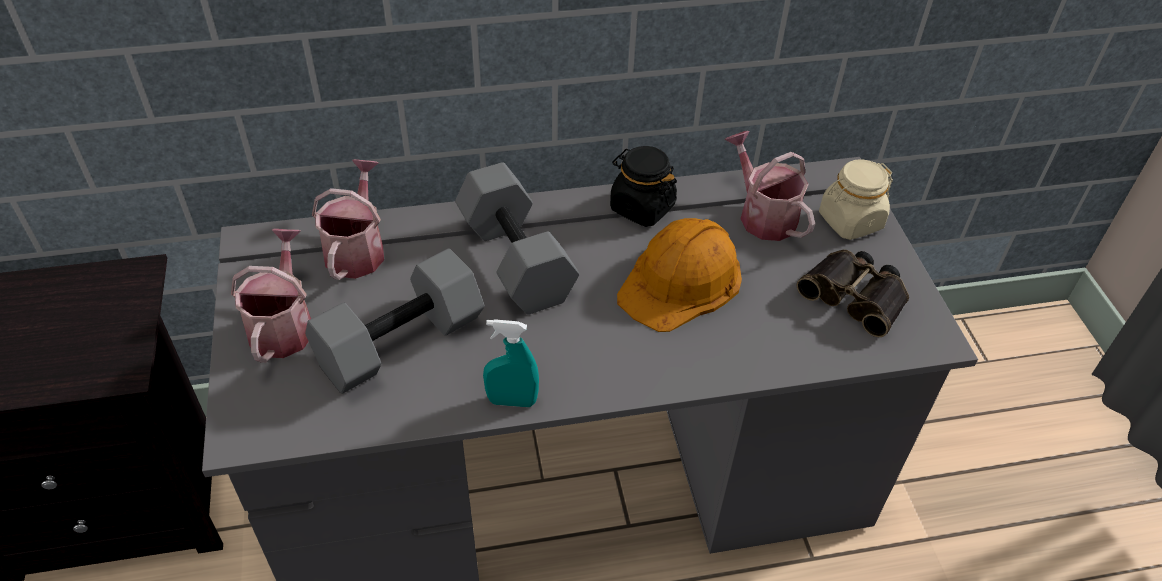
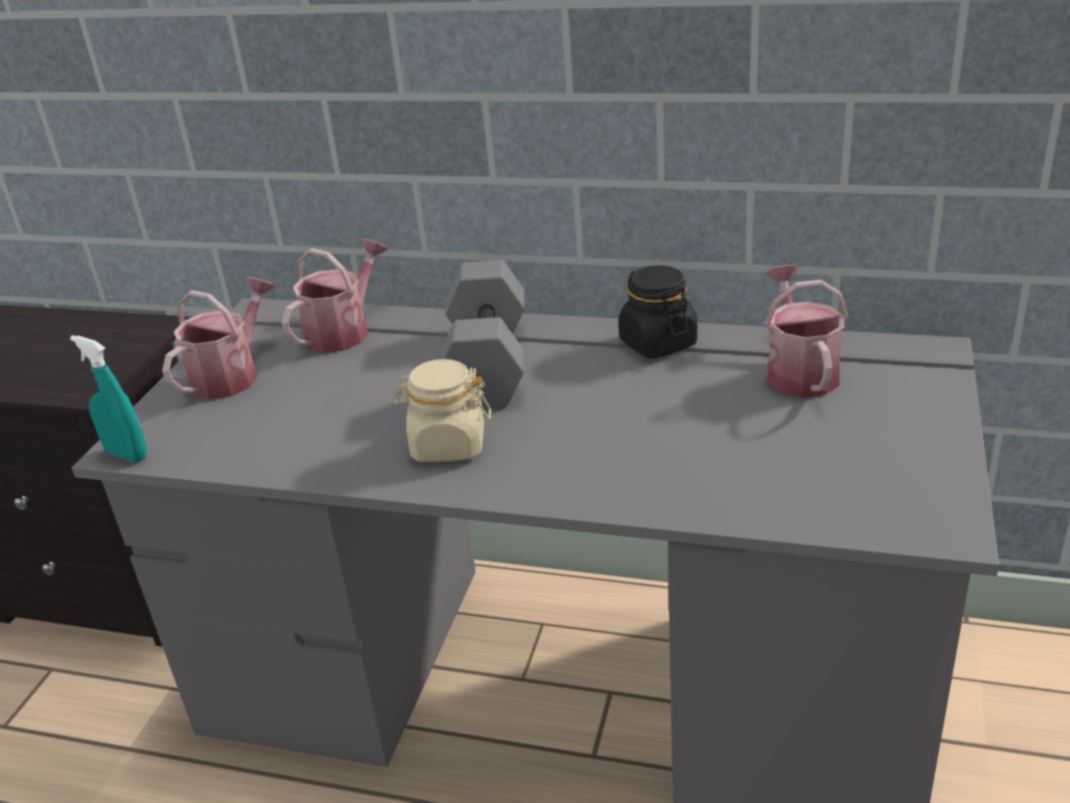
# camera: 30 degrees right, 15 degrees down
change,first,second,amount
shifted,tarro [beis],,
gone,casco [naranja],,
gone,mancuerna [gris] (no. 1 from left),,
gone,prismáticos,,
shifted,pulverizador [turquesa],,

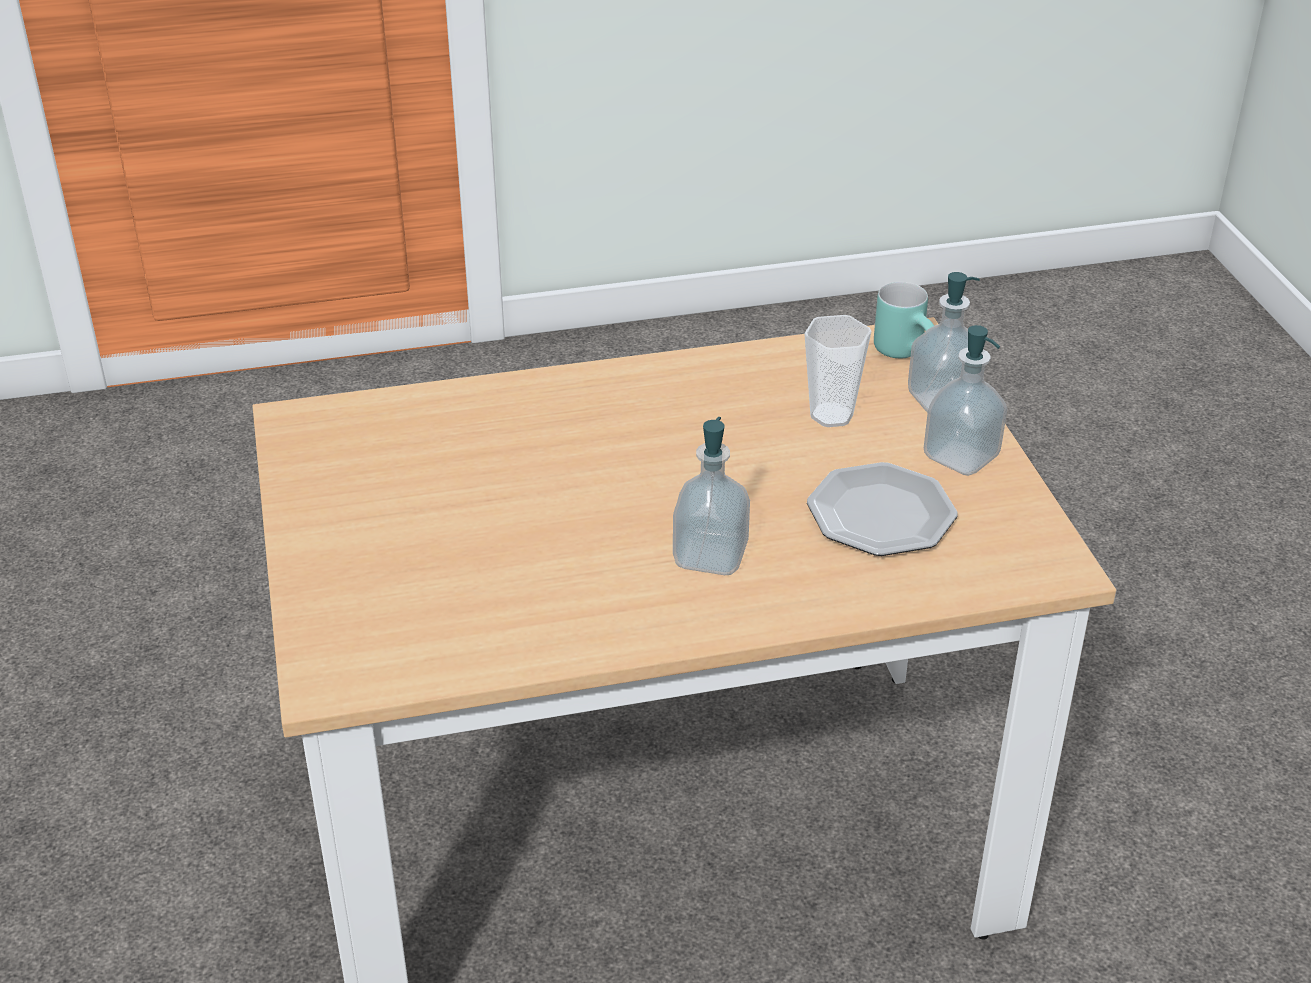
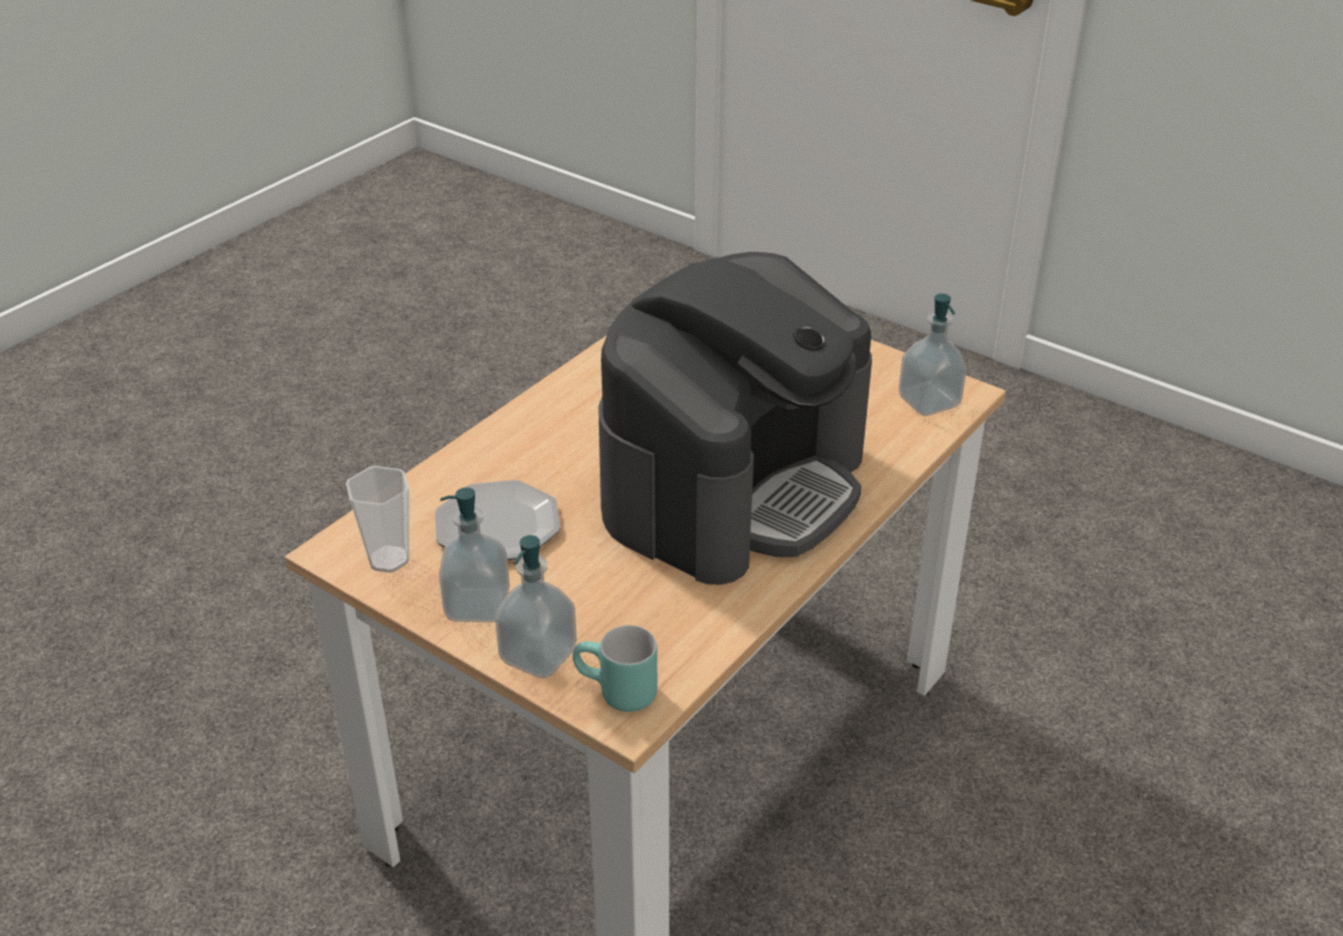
# camera: 140 degrees right, 0 degrees up
change,first,second,amount
shifted,taza,,
shifted,dispensador de jabón (no. 1 from left in the first image),dispensador de jabón (no. 3 from left),
new,,cafetera,

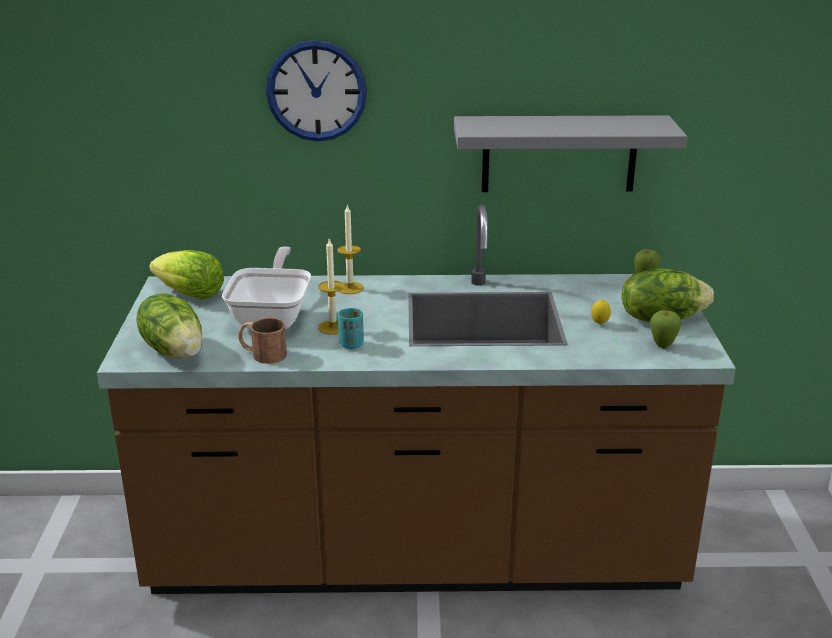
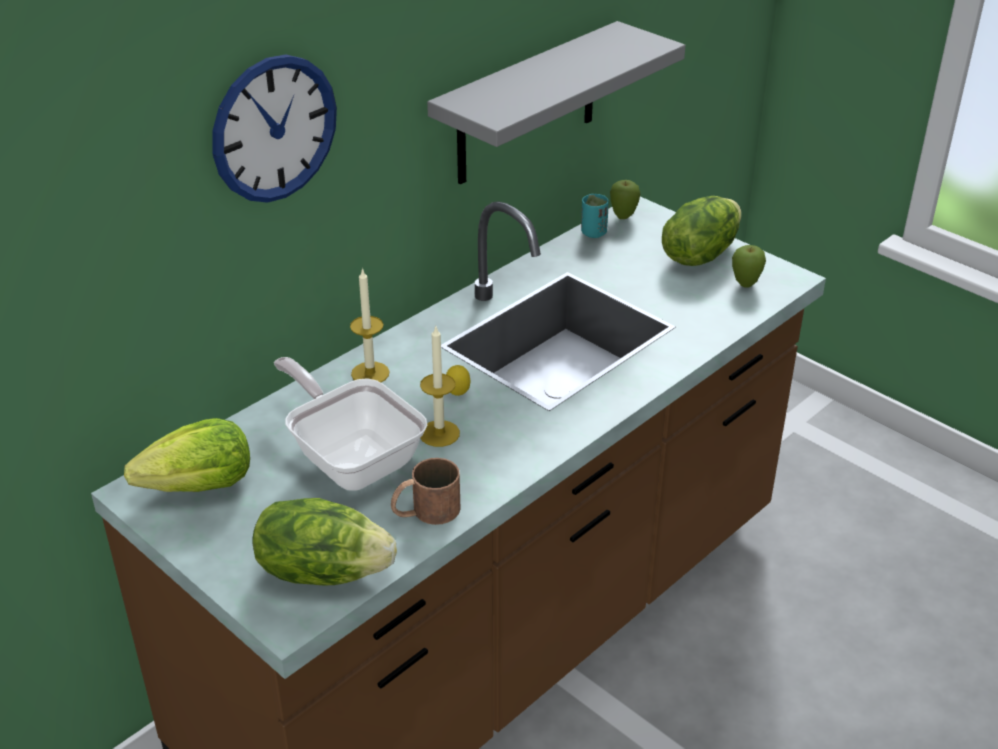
# camera: 45 degrees left, 10 degrees up
change,first,second,amount
shifted,limón,,
shifted,taza [turquesa],,

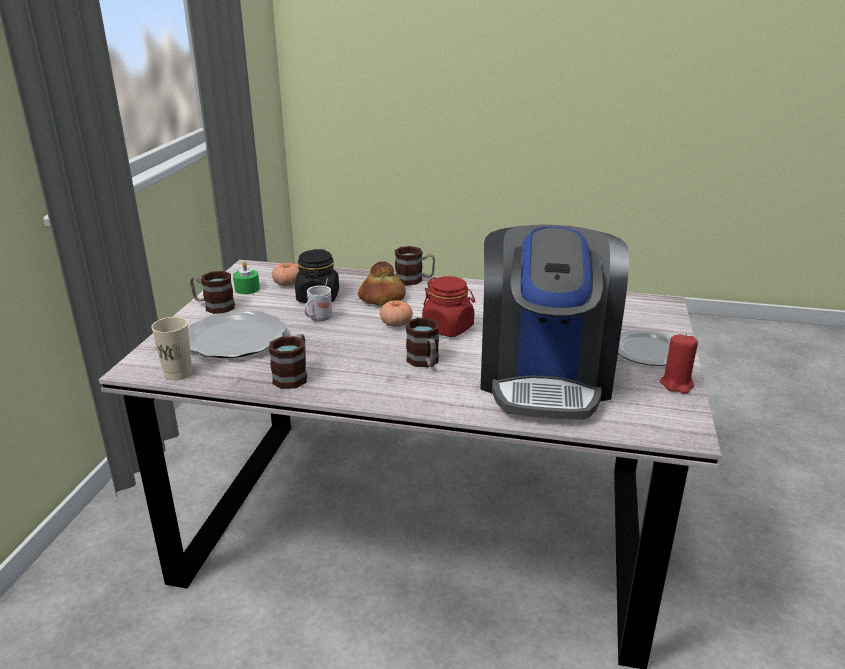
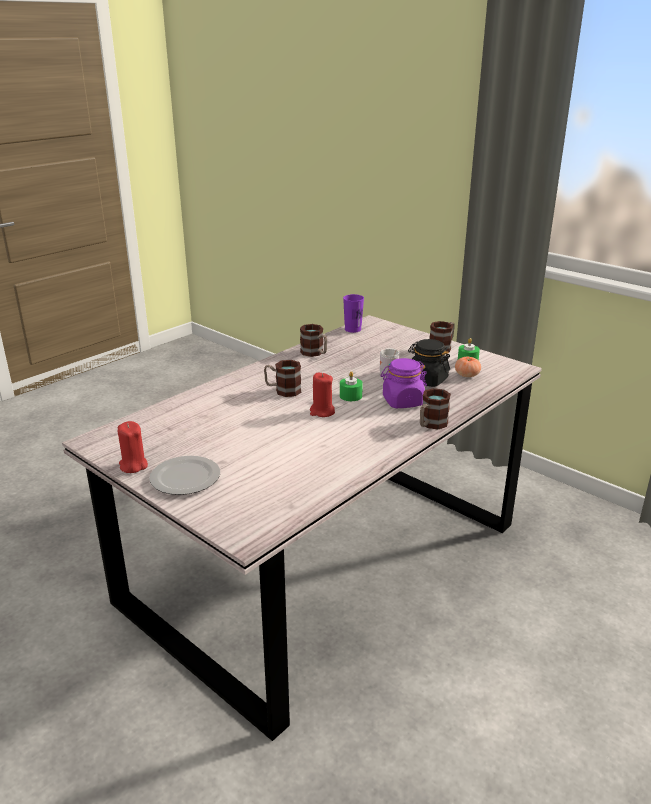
# camera: 120 degrees right, 0 degrees up
change,first,second,amount
gone,cafetera,,
swapped,pan,tarro [morado],
swapped,tarro [rojo],vela [rojo] (no. 2 from left),
swapped,tomate (no. 2 from left),vela [verde] (no. 1 from left),
gone,plato (no. 1 from left),,
repainted,taza [beis],taza [morado],

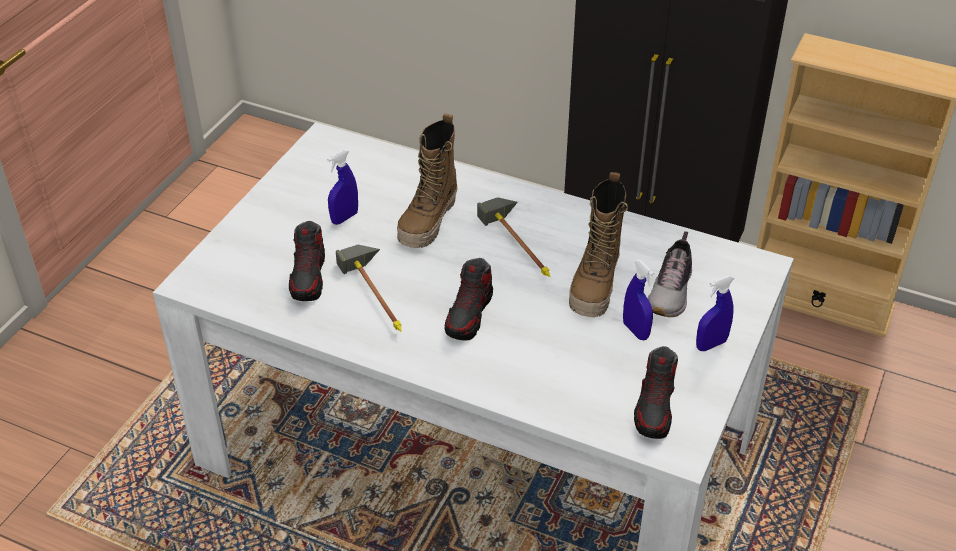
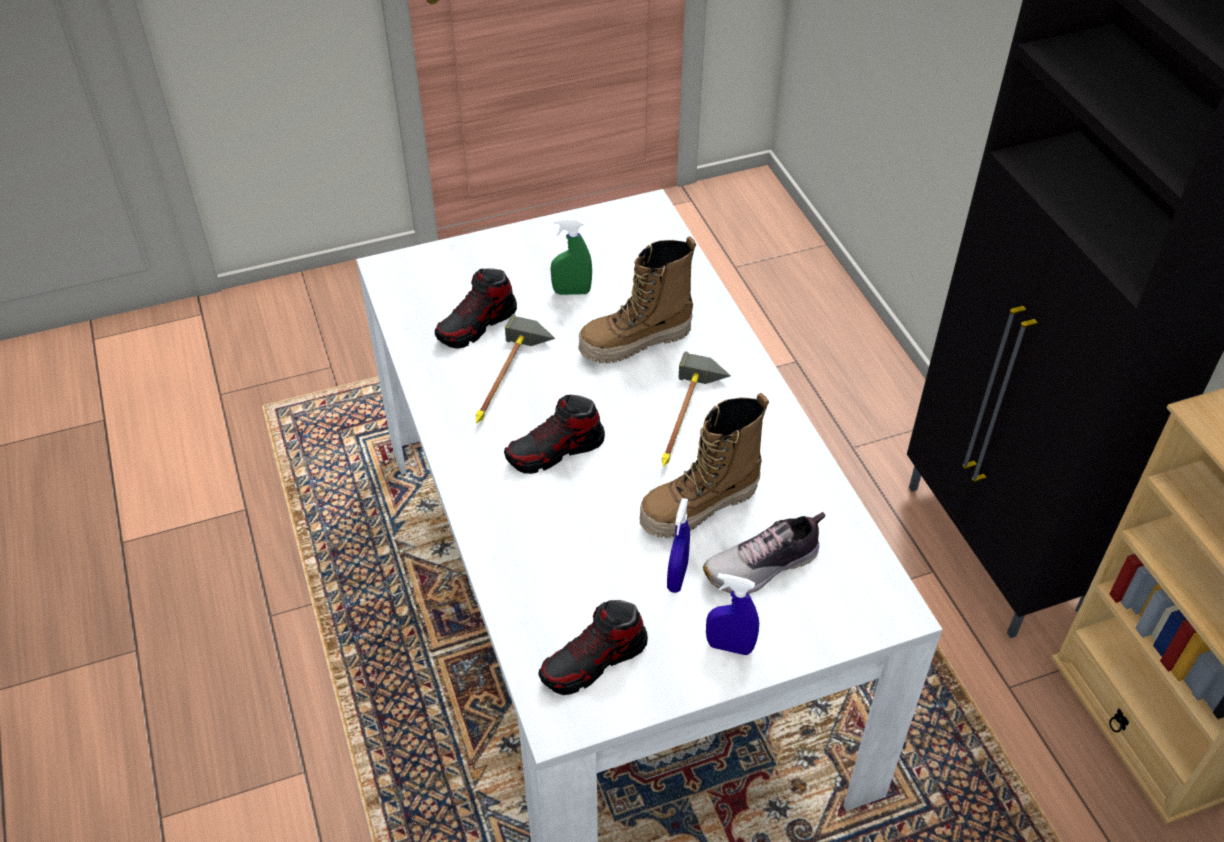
# camera: 45 degrees right, 5 degrees up
change,first,second,amount
repainted,pulverizador [azul] (no. 1 from left),pulverizador [verde],

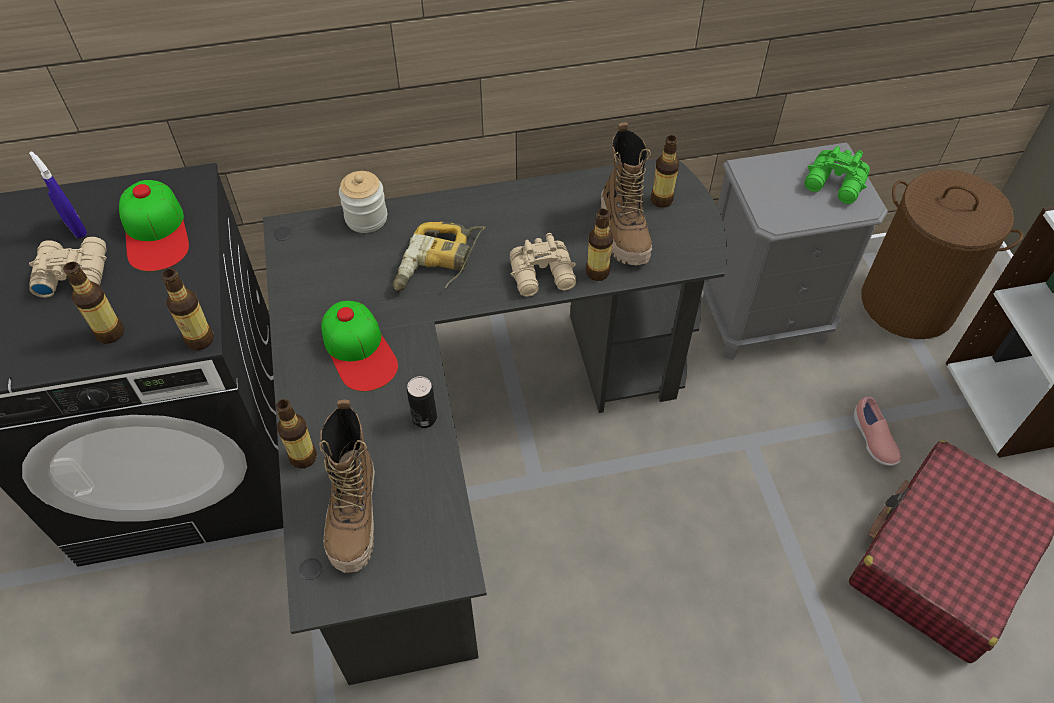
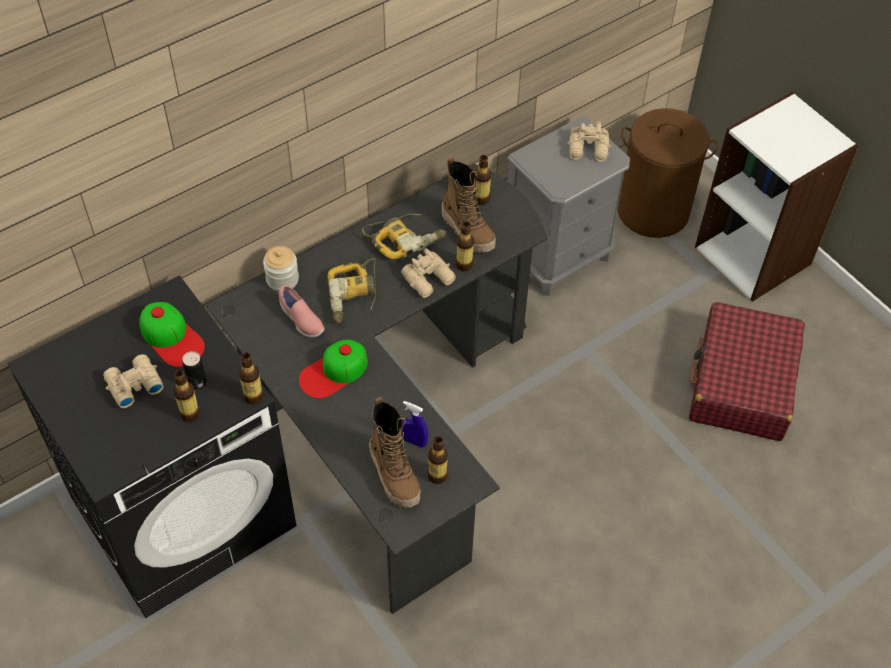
# camera: 25 degrees left, 0 degrees up
change,first,second,amount
repainted,prismáticos [verde],prismáticos [beis] (no. 3 from left),
shifted,pulverizador [azul],,
rotated,gorra (no. 2 from left),,105 degrees clockwise
shifted,lata,,
shifted,zapato [rosa],,
shifted,botella (no. 3 from left),,
new,,taladro (no. 2 from left),

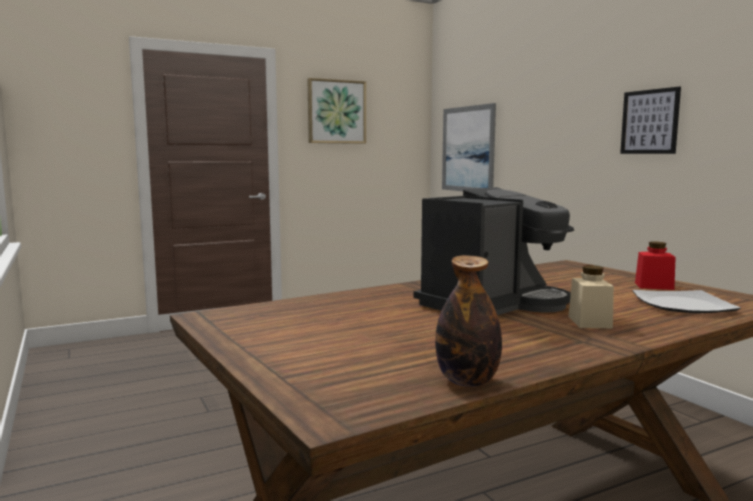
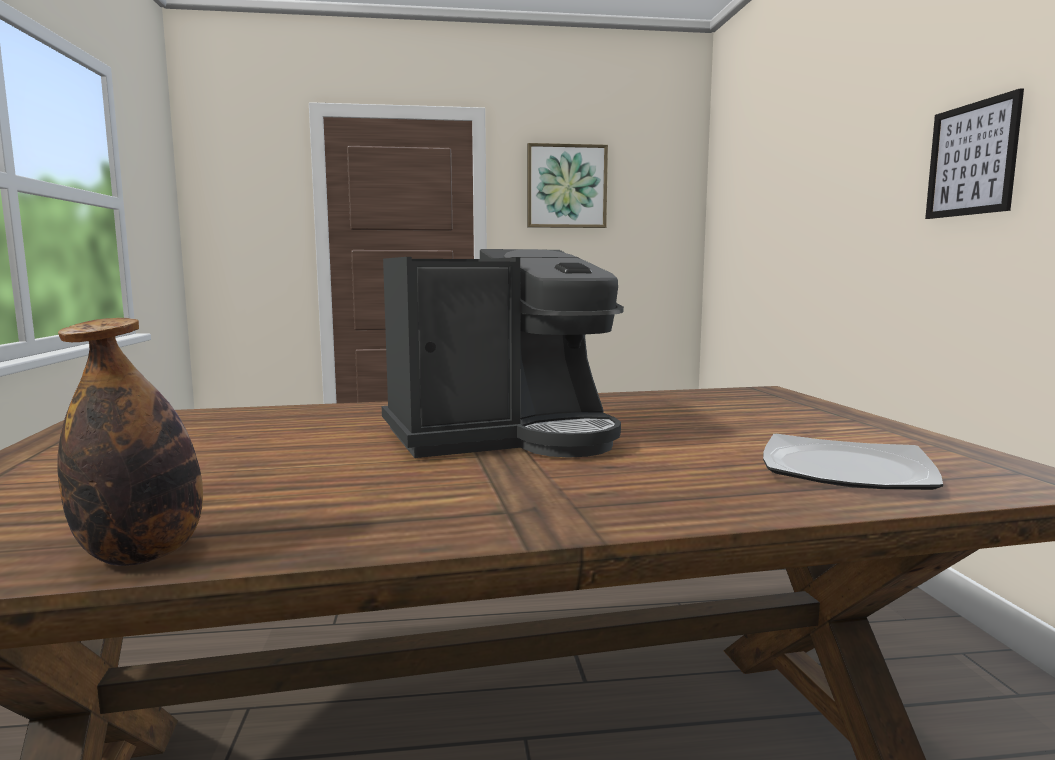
# camera: 20 degrees right, 0 degrees up
change,first,second,amount
gone,cuadro (no. 2 from left),,
gone,tarro [rojo],,
gone,tarro [beis],,

